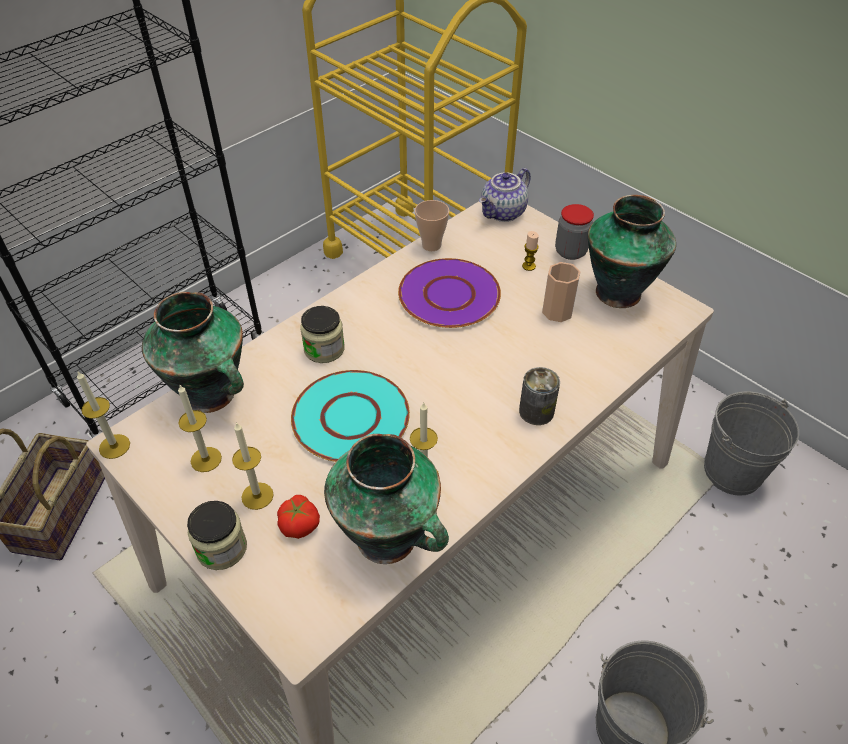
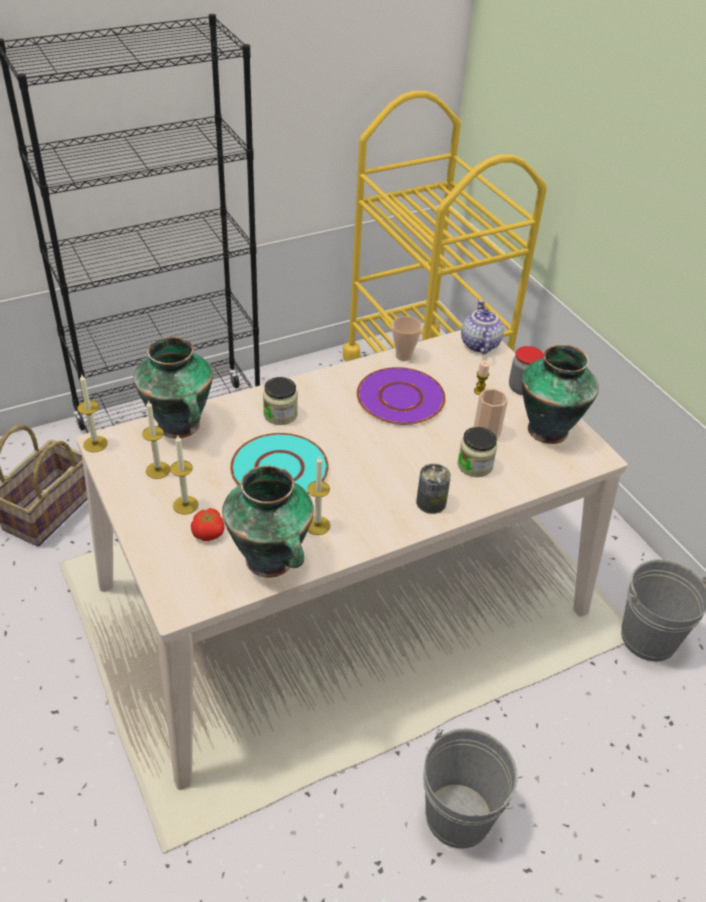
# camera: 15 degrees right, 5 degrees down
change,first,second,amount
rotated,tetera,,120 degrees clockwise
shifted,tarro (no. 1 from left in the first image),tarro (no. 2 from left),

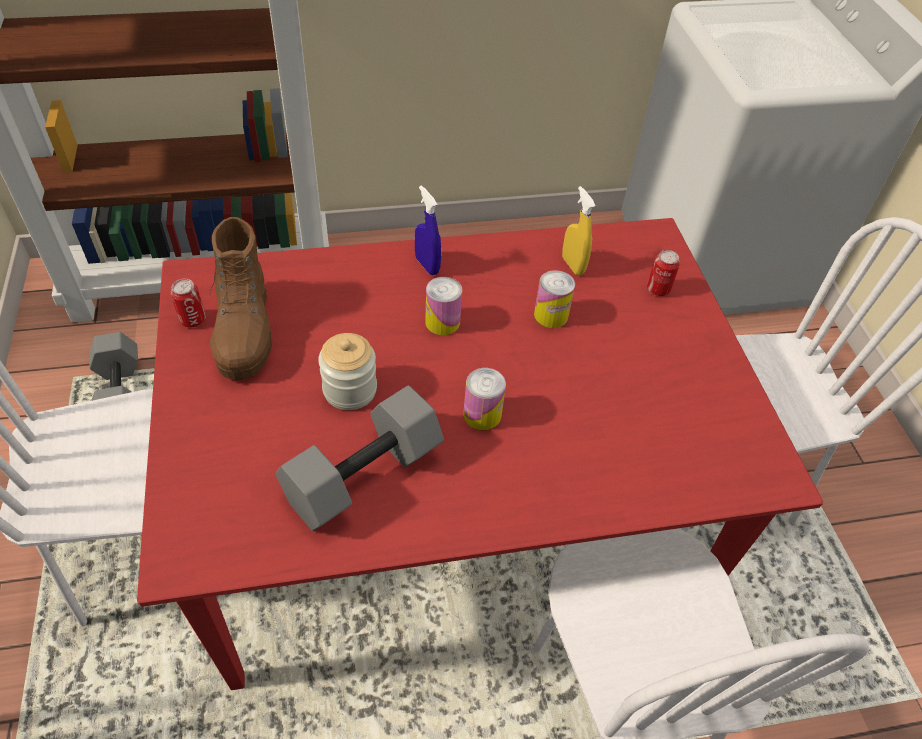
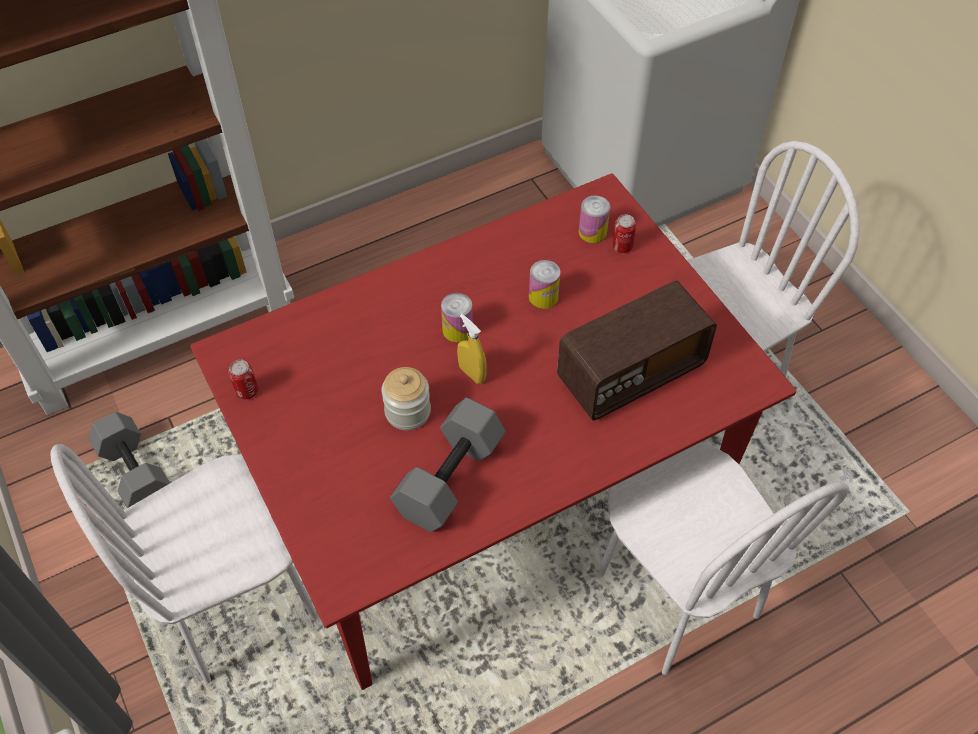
# camera: 15 degrees left, 5 degrees up
change,first,second,amount
gone,pulverizador [azul],,
shifted,pulverizador [amarillo],,
gone,bota [marrón],,
shifted,lata (no. 3 from left in the first image),lata (no. 4 from left),
new,,radio,

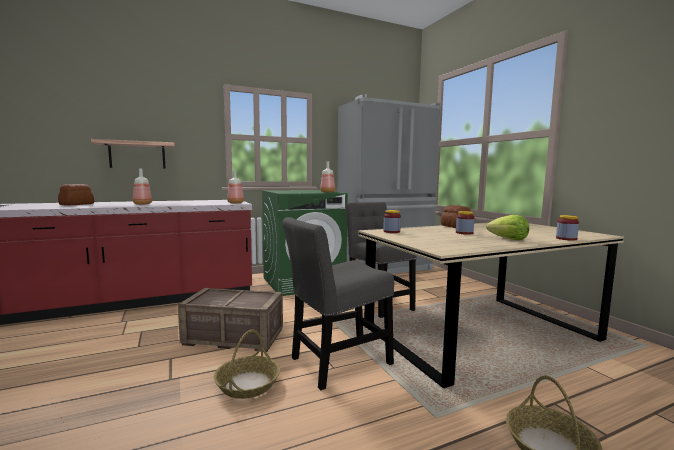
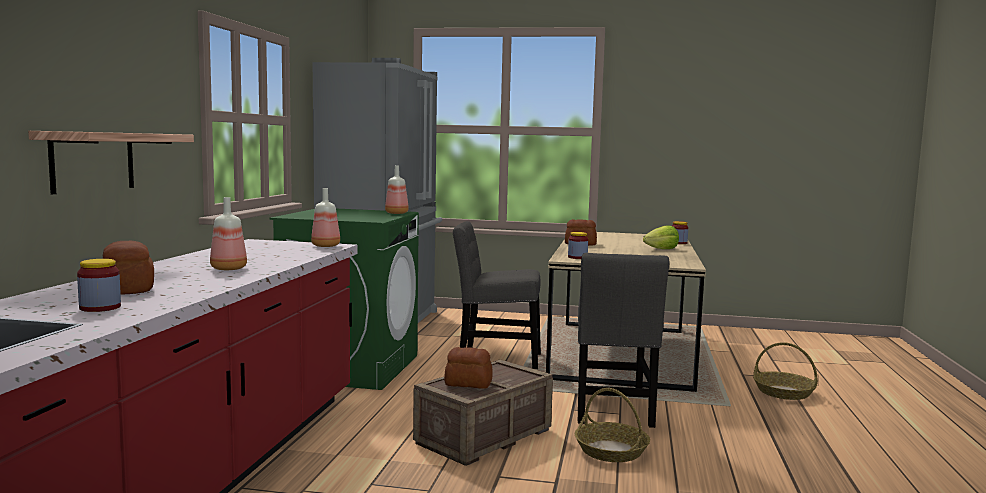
# camera: 55 degrees left, 0 degrees up
change,first,second,amount
shifted,tarro (no. 2 from left in the first image),tarro (no. 1 from left),
new,,pan (no. 2 from left),

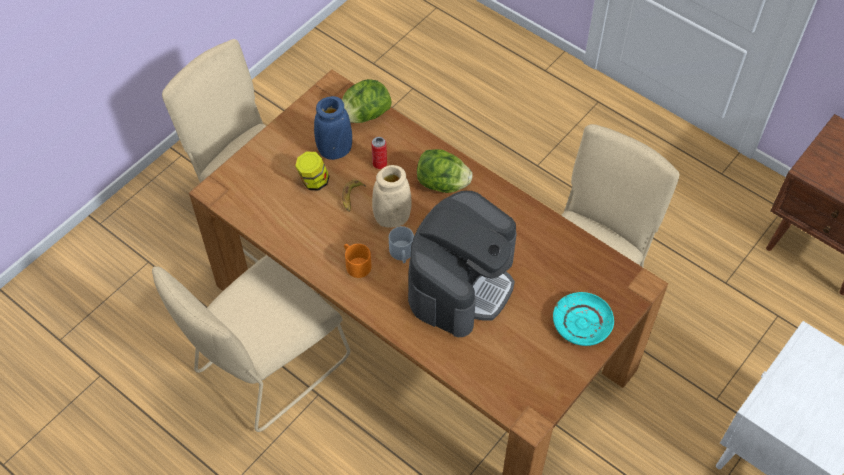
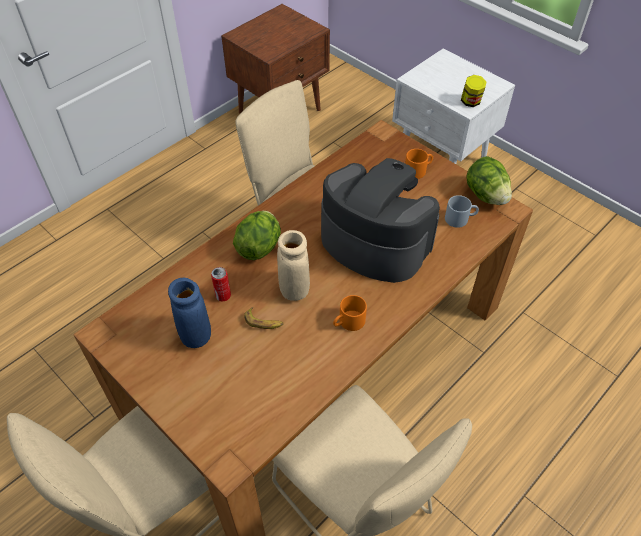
# camera: 85 degrees left, 5 degrees down
change,first,second,amount
shifted,lechuga (no. 1 from left in the first image),lechuga (no. 2 from left),
shifted,tarro,,
shifted,taza grande [gris],,
swapped,plato [turquesa],taza grande [naranja] (no. 2 from left),

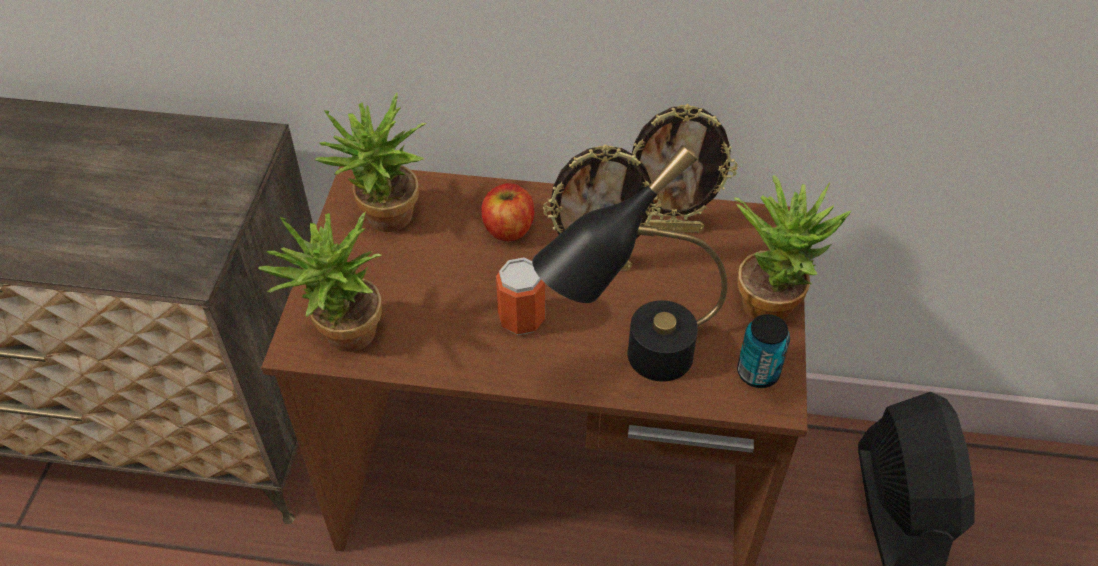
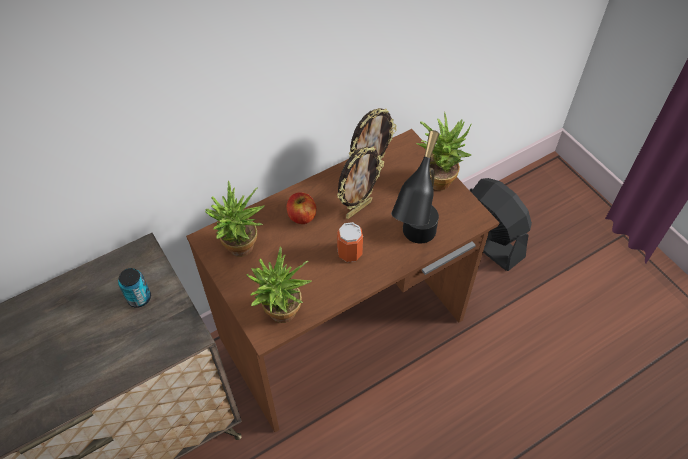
# camera: 40 degrees left, 5 degrees up
change,first,second,amount
shifted,lata (no. 2 from left in the first image),lata (no. 1 from left),

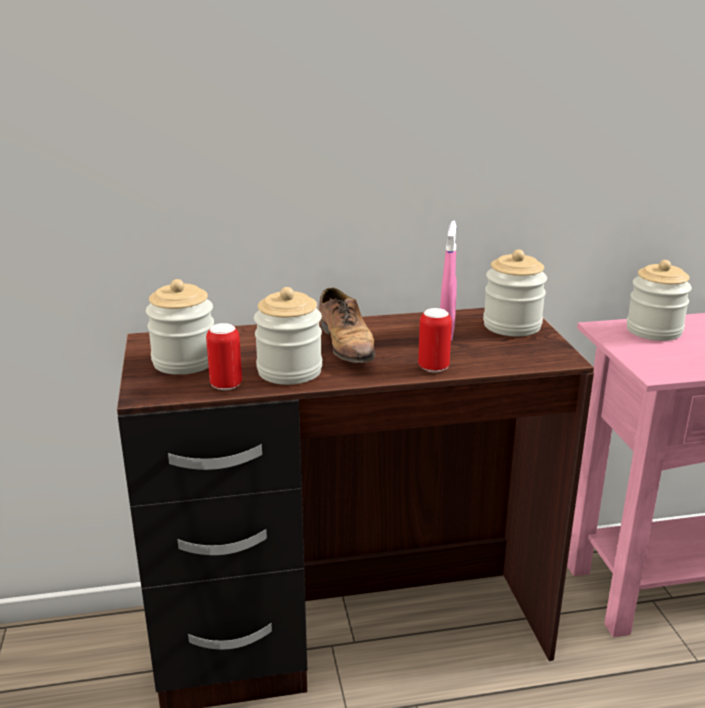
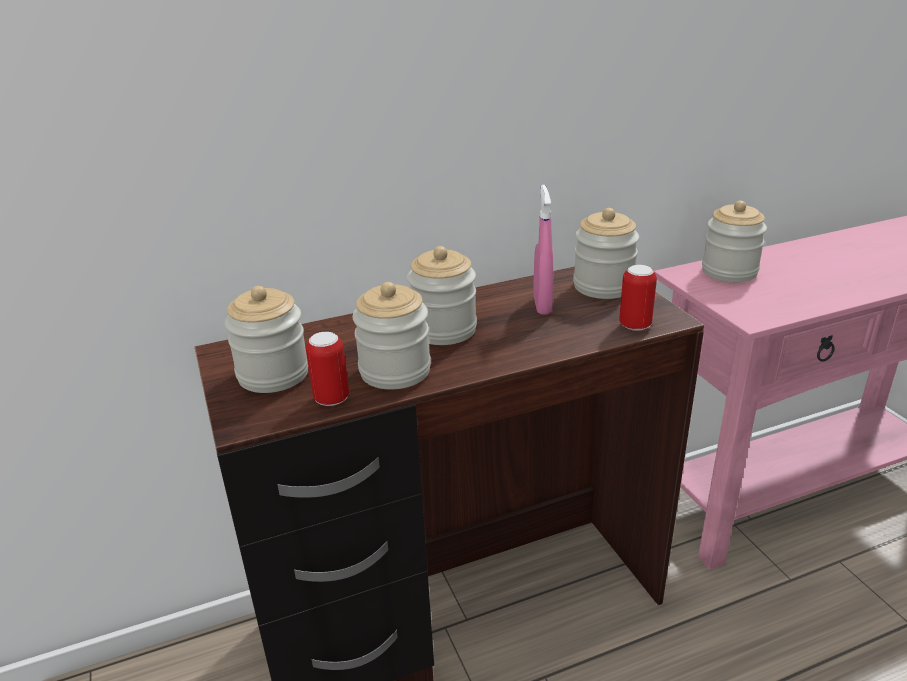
# camera: 10 degrees left, 5 degrees up
change,first,second,amount
swapped,zapato,tarro (no. 3 from left),
shifted,lata (no. 2 from left),,

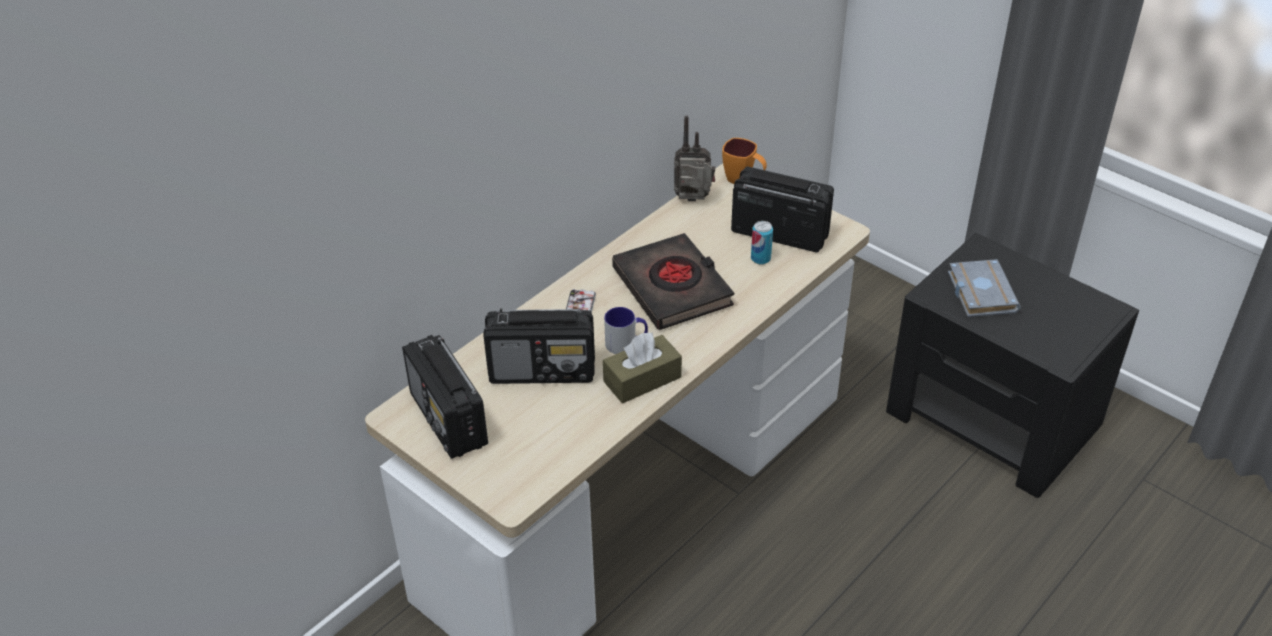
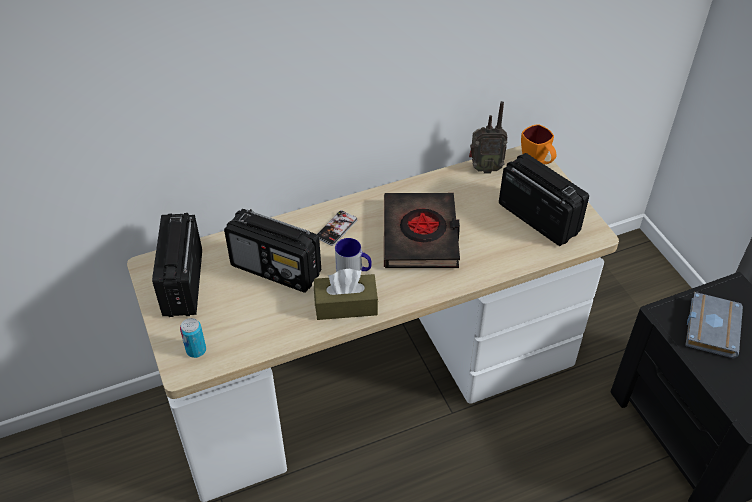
# camera: 25 degrees right, 5 degrees up
change,first,second,amount
rotated,radio (no. 3 from left),,150 degrees clockwise
shifted,lata,,

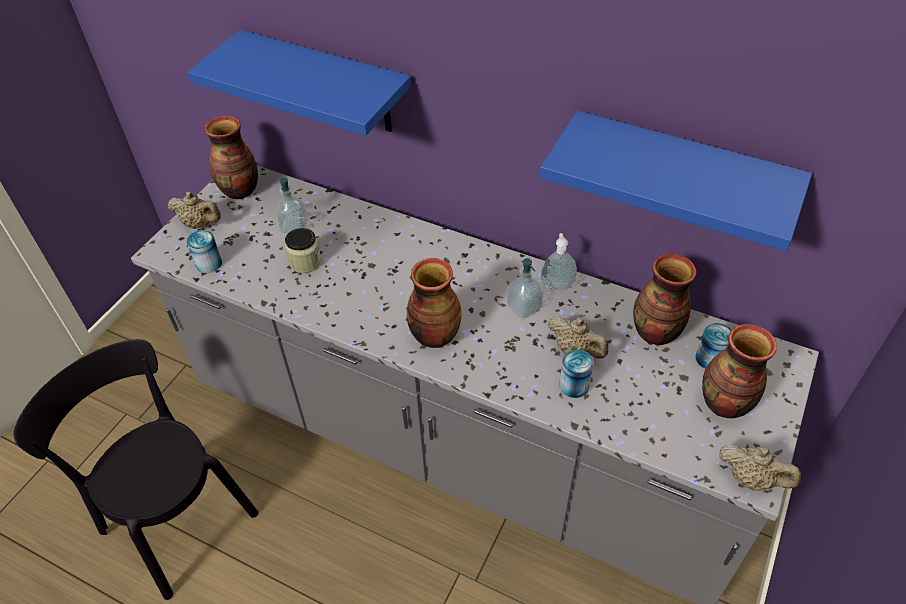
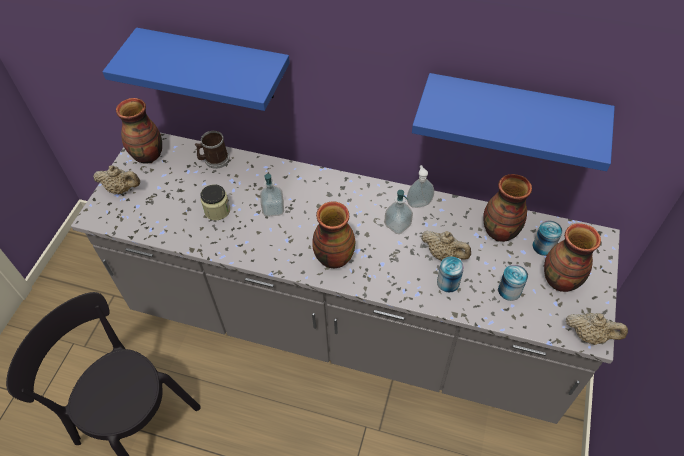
# camera: 10 degrees left, 5 degrees up
change,first,second,amount
shifted,dispensador de jabón (no. 1 from left),,
shifted,lata (no. 1 from left in the first image),lata (no. 2 from left),
new,,taza grande,

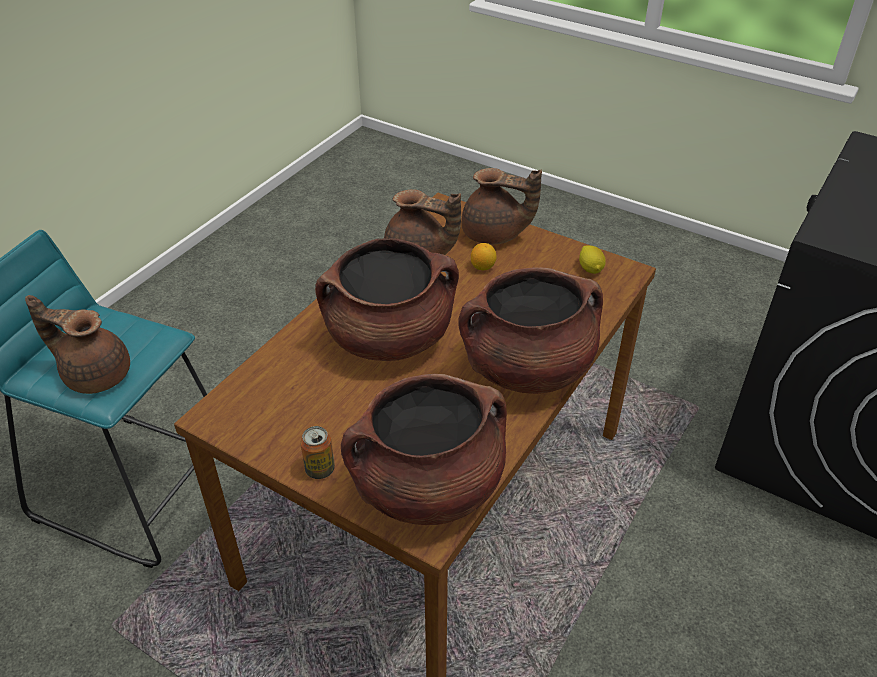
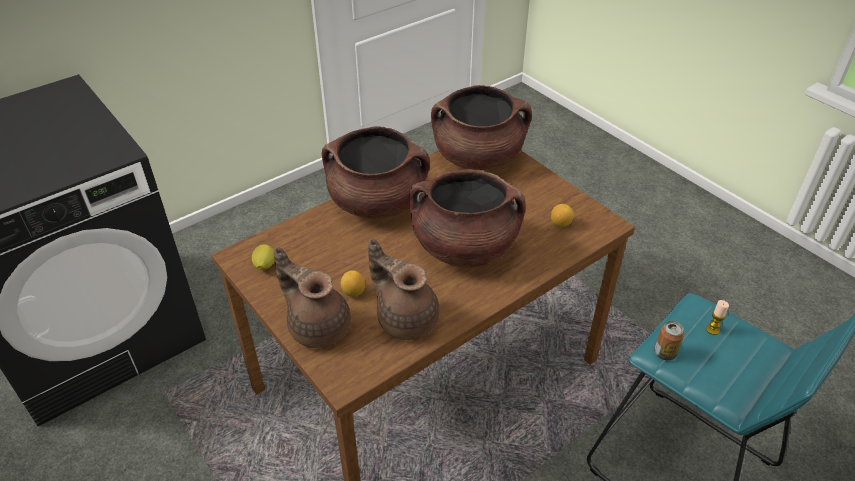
# camera: 160 degrees left, 0 degrees up
change,first,second,amount
swapped,tetera [marrón] (no. 1 from left),vela,
shifted,lata,,
new,,limón (no. 3 from left),

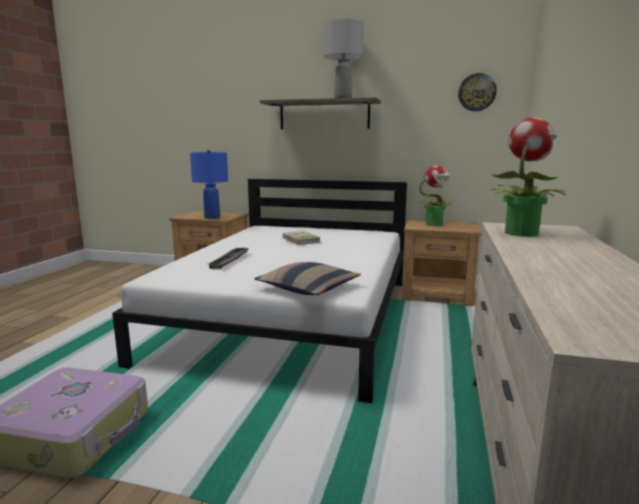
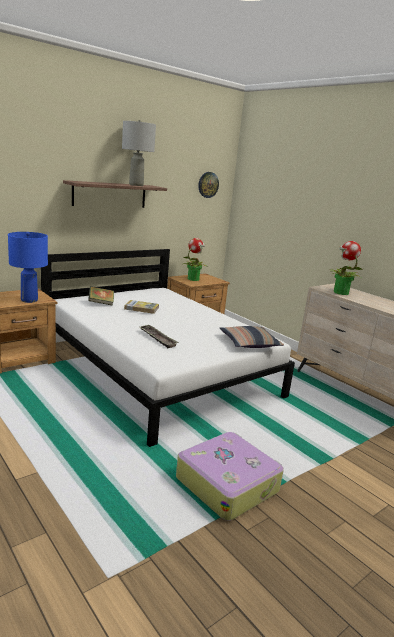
# camera: 55 degrees left, 5 degrees up
change,first,second,amount
new,,libro (no. 1 from left),

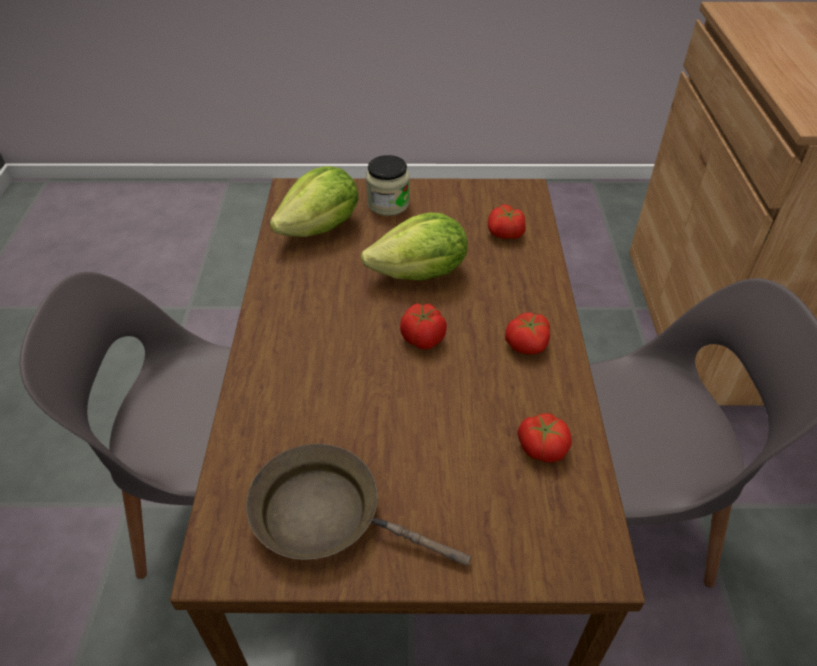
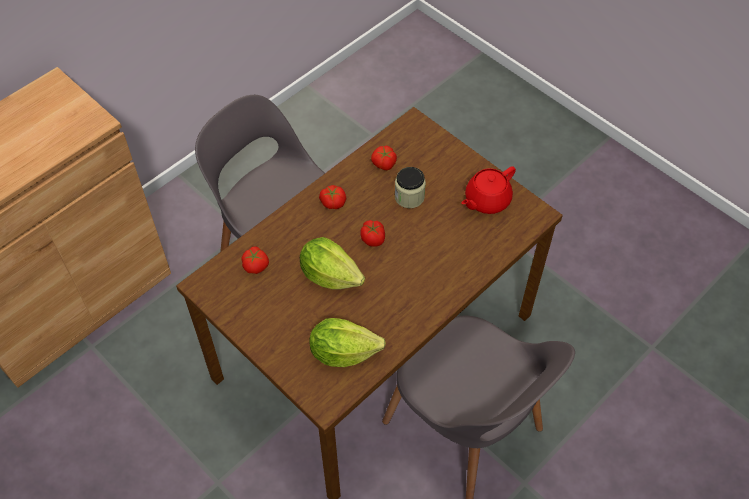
# camera: 135 degrees left, 10 degrees up
change,first,second,amount
shifted,tarro,,
swapped,sartén [marrón],tetera [rojo],

